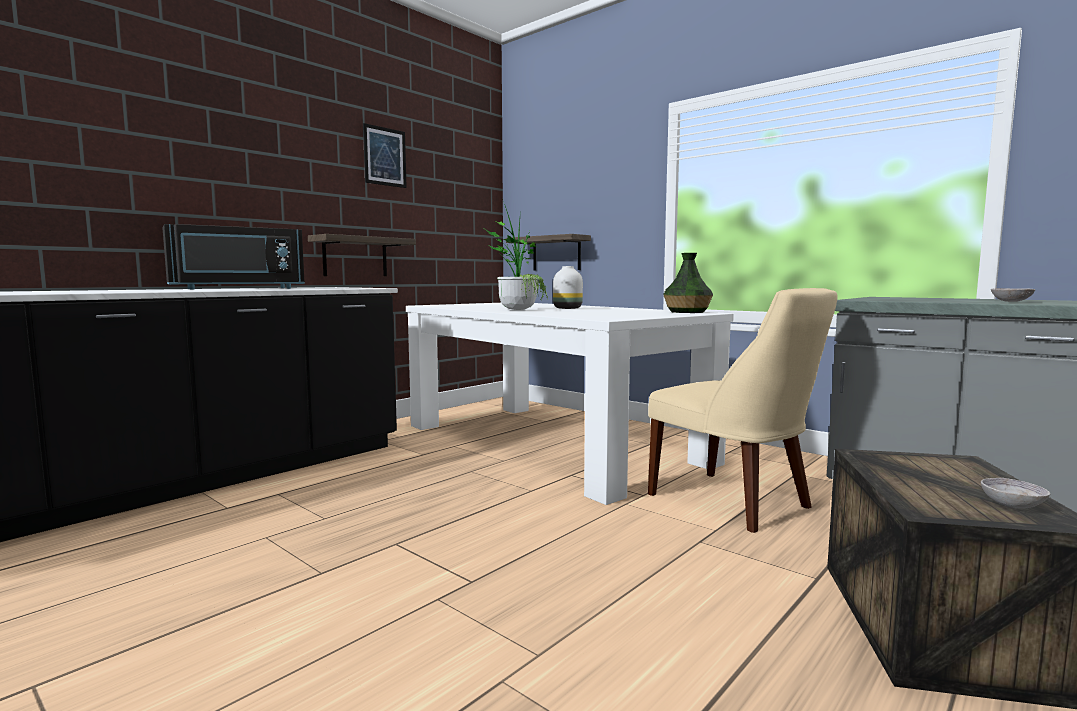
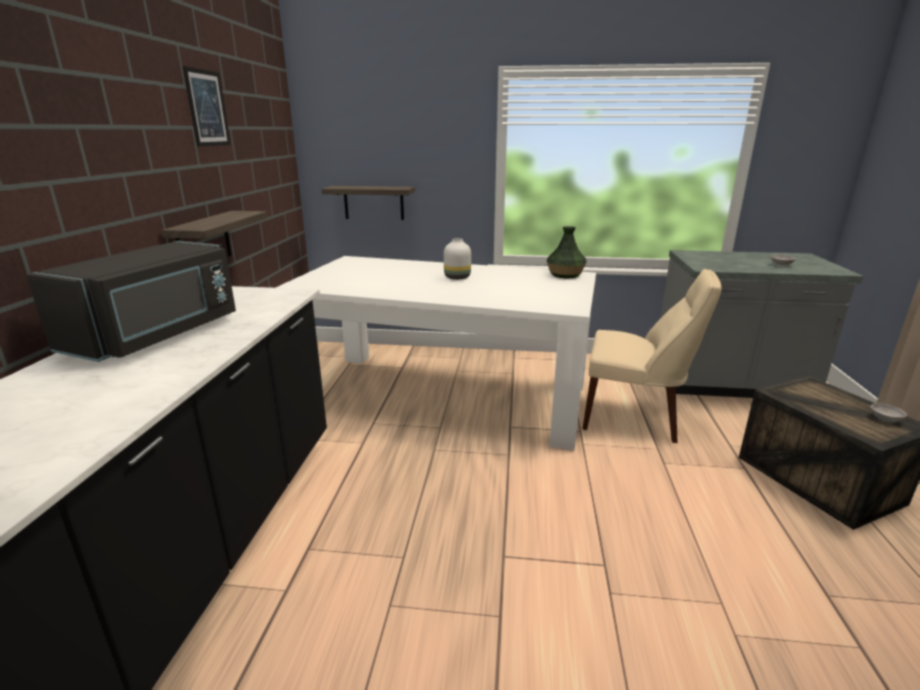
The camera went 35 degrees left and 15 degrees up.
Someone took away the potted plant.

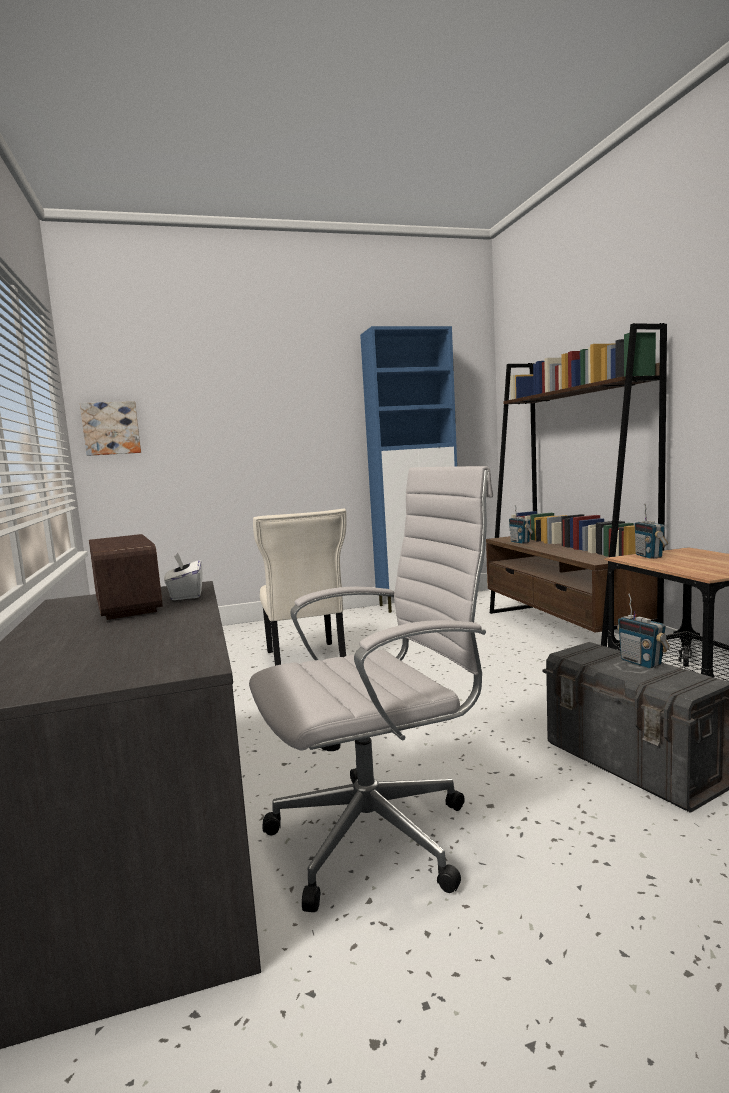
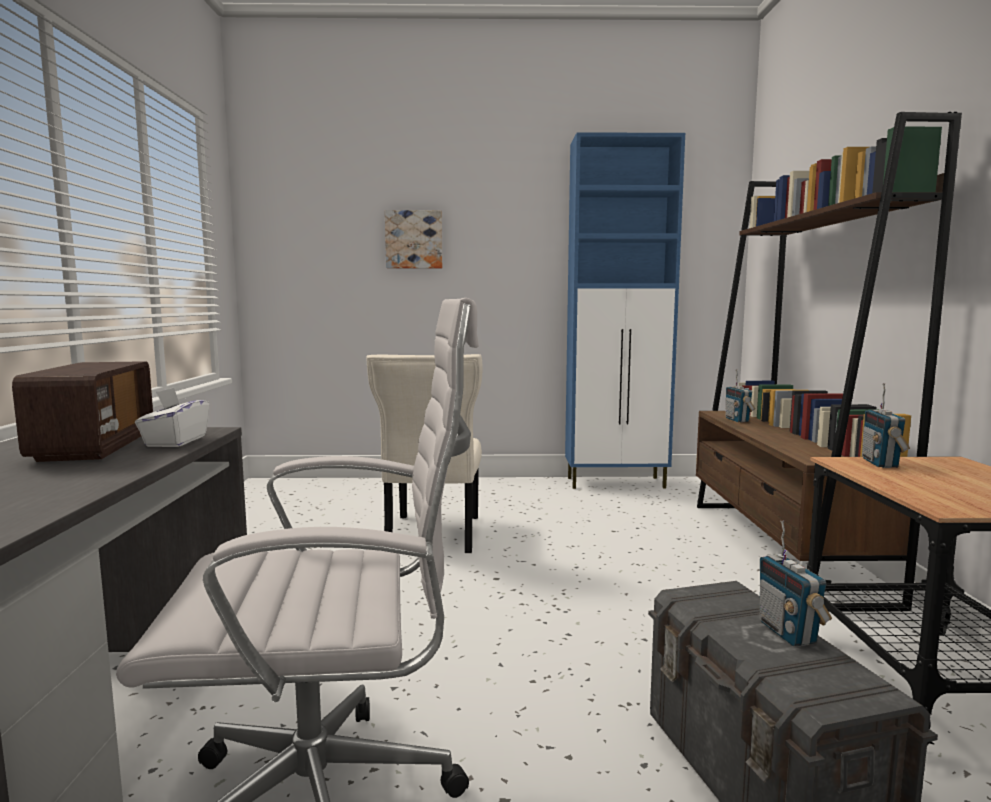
The camera went 15 degrees right and 0 degrees up.
Someone carried the picture.

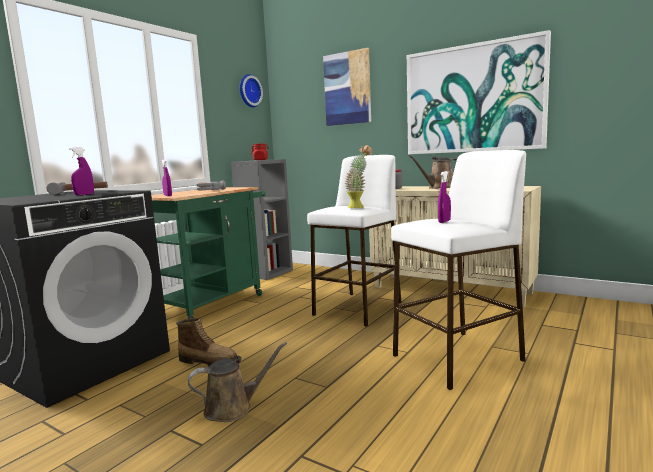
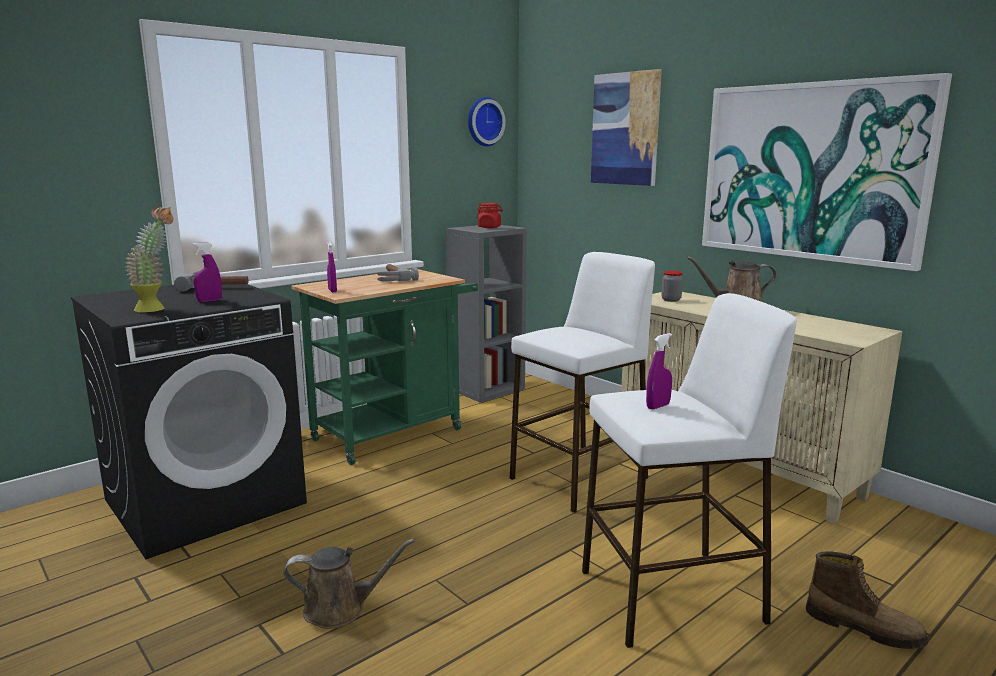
The camera went 15 degrees right and 5 degrees up.
Someone carried the boot.
Someone carried the potted plant.

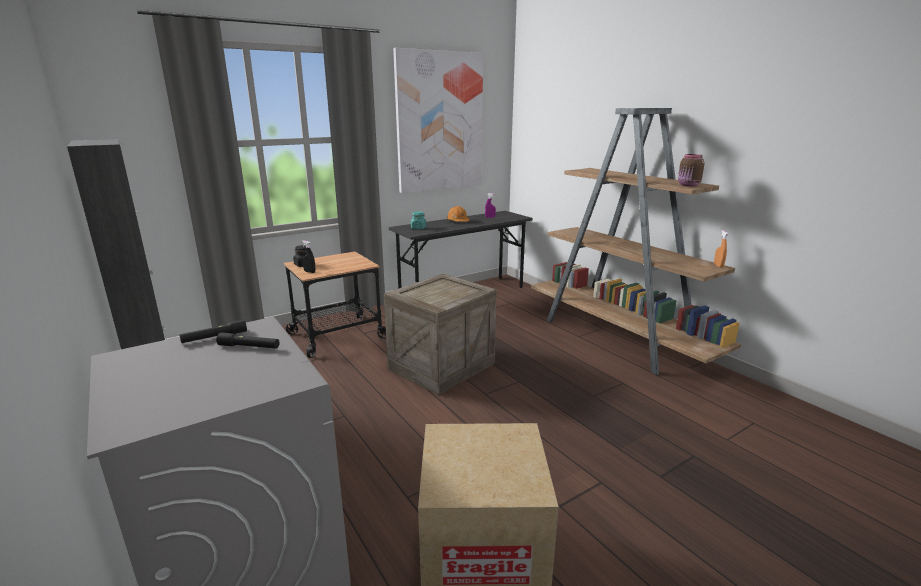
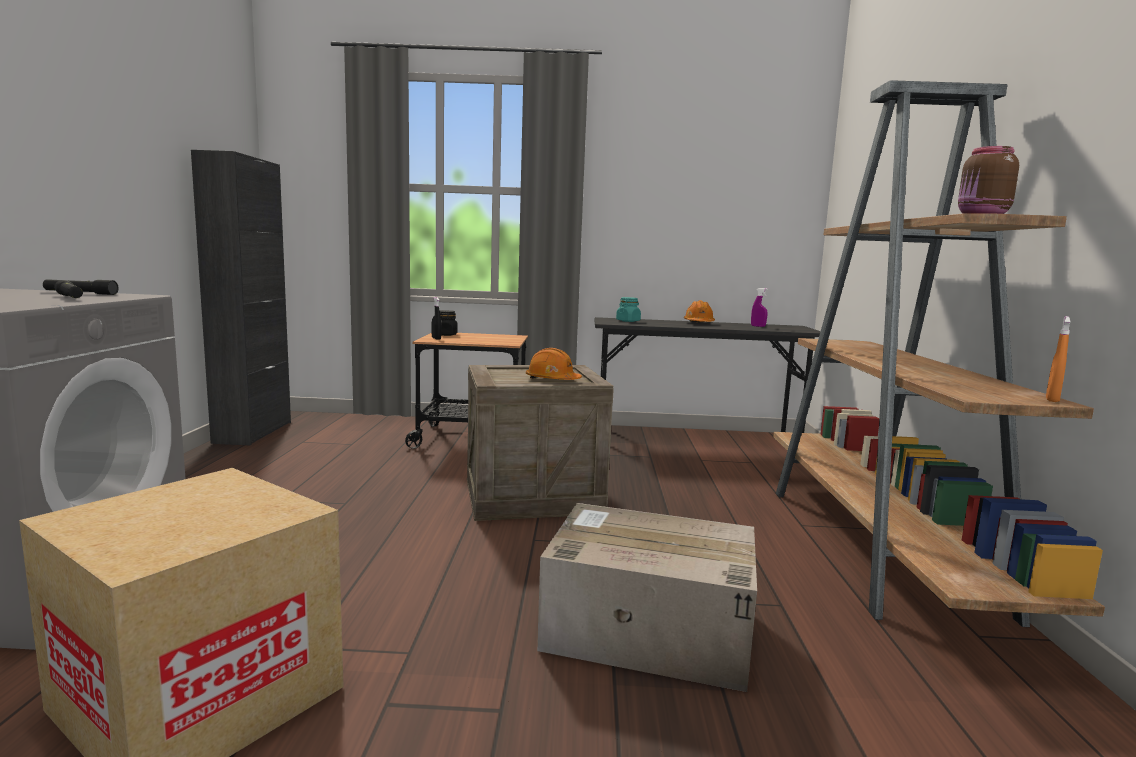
The camera went 35 degrees right and 10 degrees down.
Someone took away the picture.
Someone put down the hard hat in orange (no. 1 from left).
Someone put down the cardboard box (no. 2 from left).

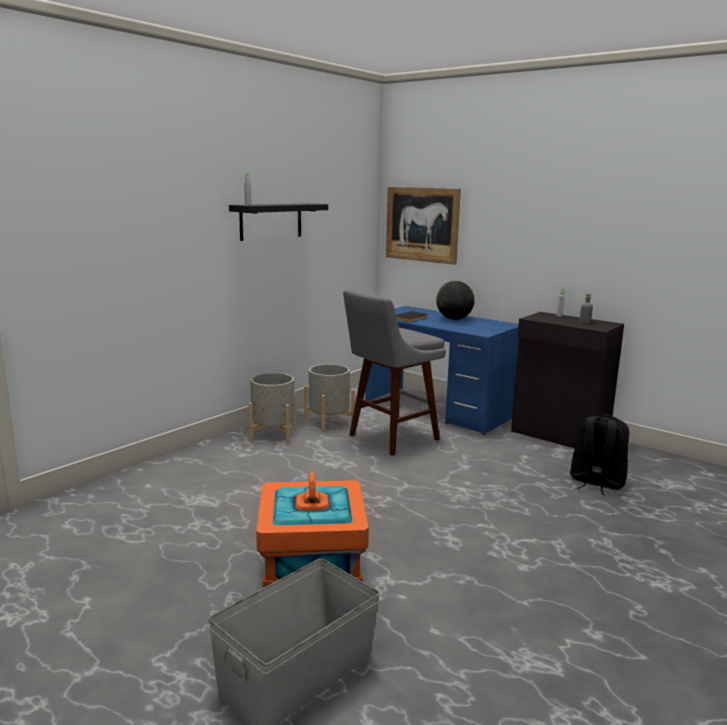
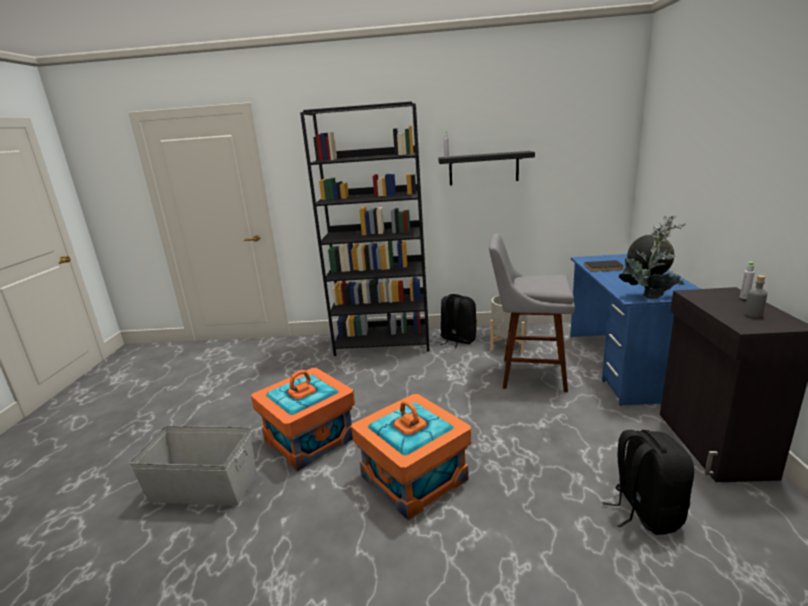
The camera went 55 degrees right and 5 degrees up.
Someone swapped the planter in grey (no. 1 from left) for the backpack in black (no. 1 from left).
Someone took away the picture.
Someone put down the bookcase in black.
Someone put down the storage box in orange (no. 2 from left).
Someone put down the potted plant.

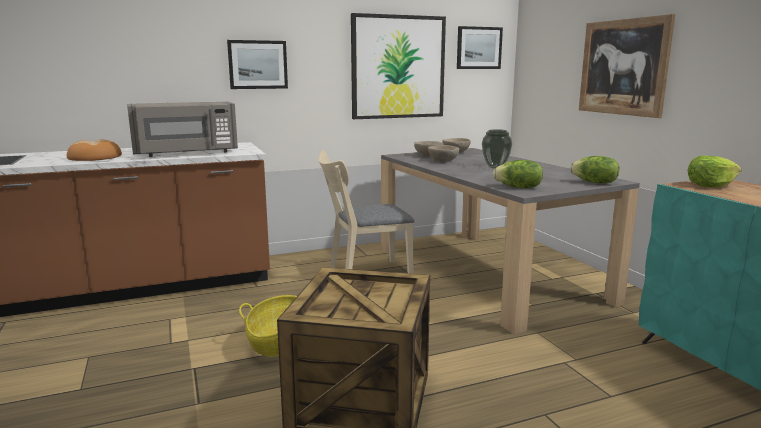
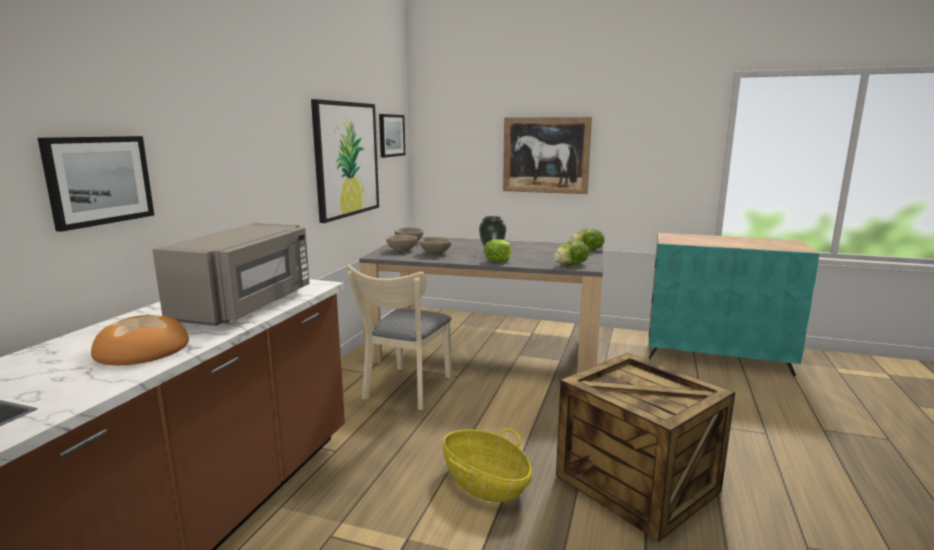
The camera went 50 degrees left and 0 degrees up.
Someone carried the picture (no. 1 from left).
Someone carried the lettuce (no. 3 from left in the first image).

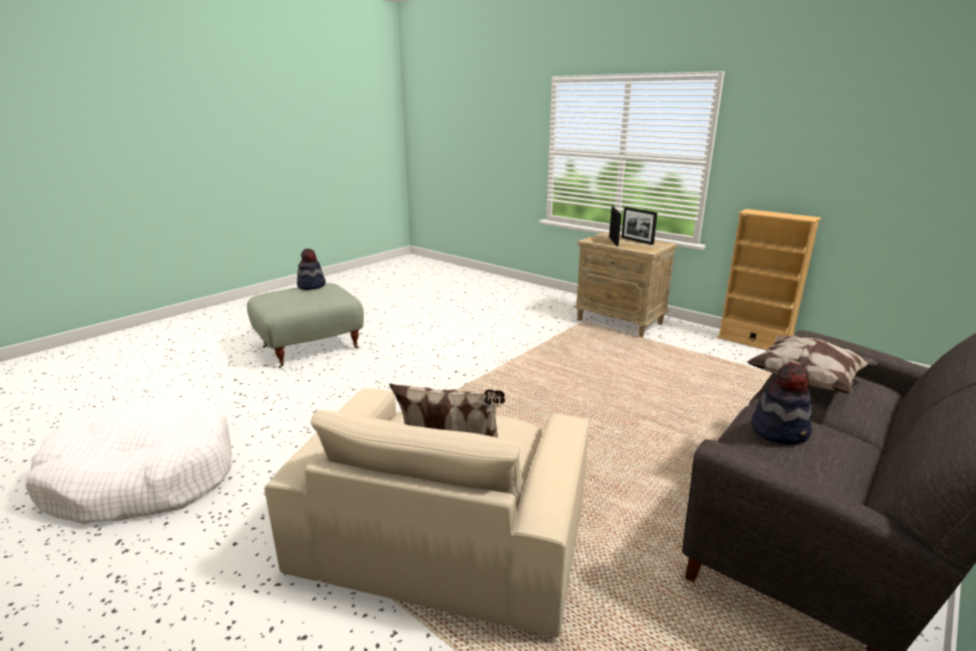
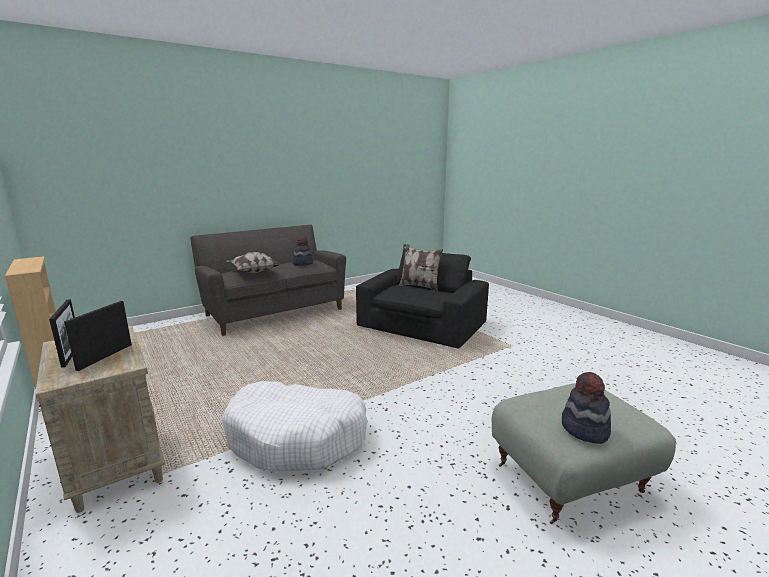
The camera went 165 degrees left and 5 degrees down.
Someone carried the dog bed in white.
Someone repainted the armchair in beige, which became the armchair in black.

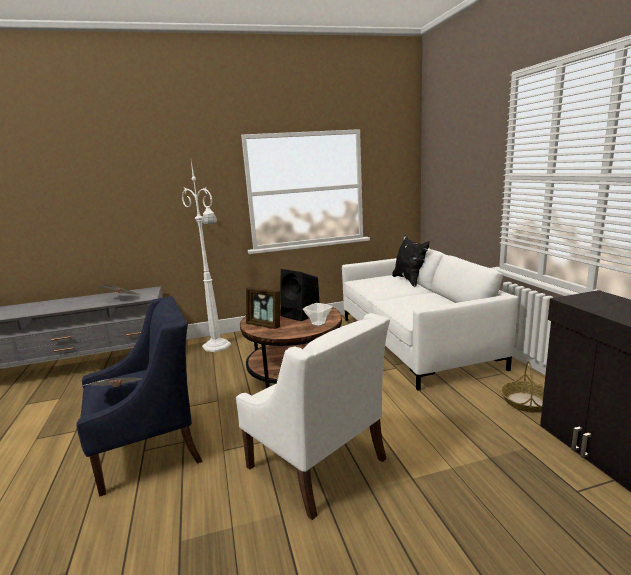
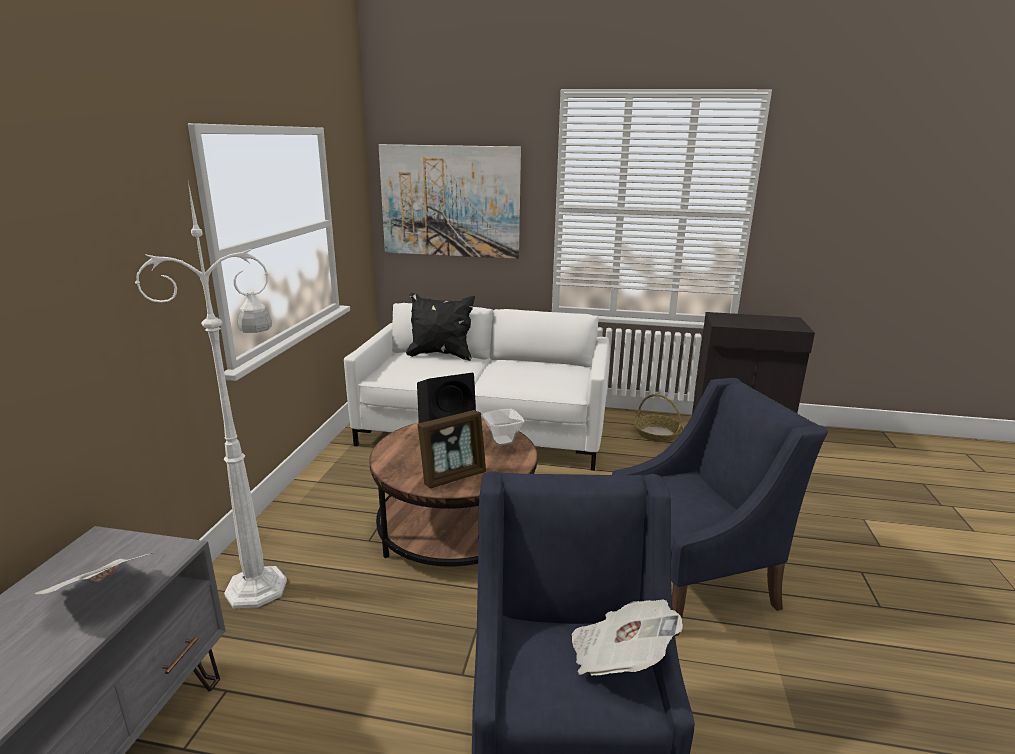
The camera went 65 degrees left and 5 degrees up.
Someone repainted the armchair in white, which became the armchair in blue (no. 2 from left).
Someone put up the picture.

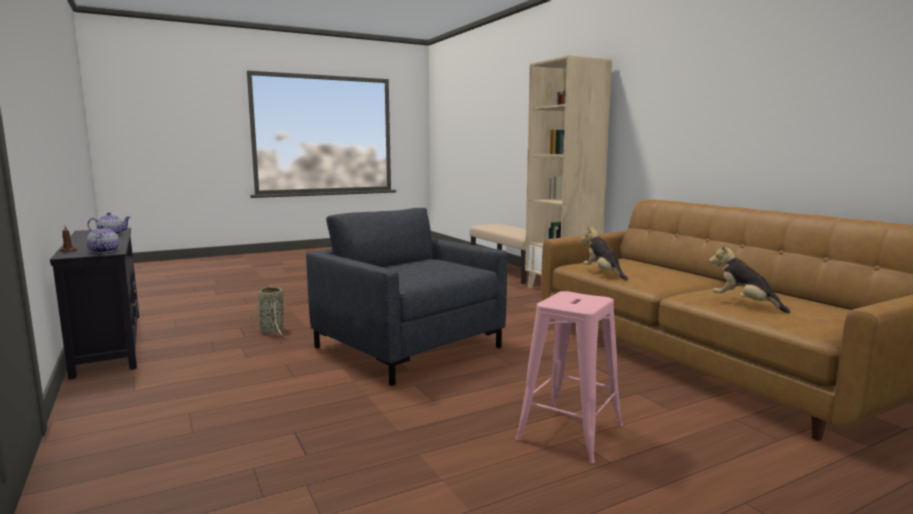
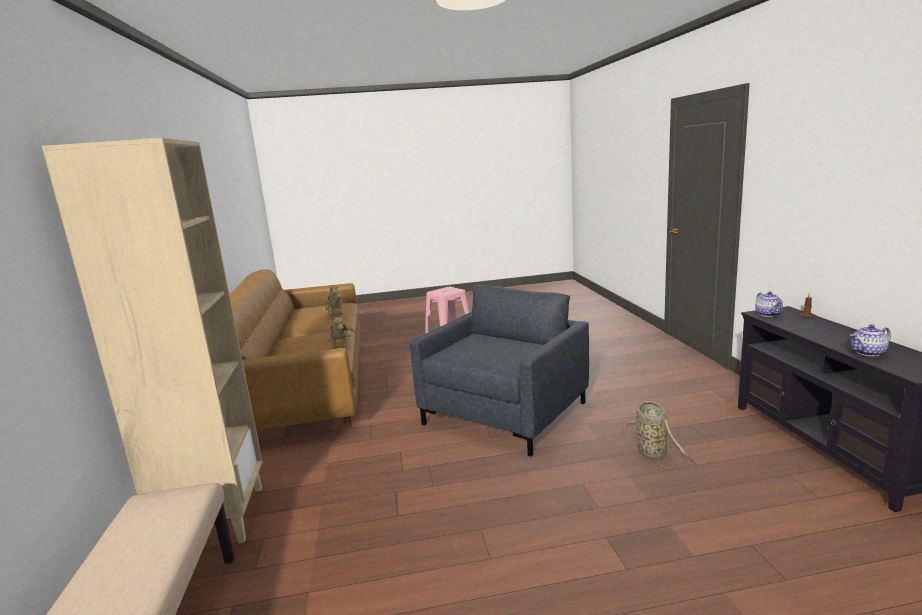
The camera went 160 degrees left and 5 degrees up.
Someone rotated the armchair in grey by 120 degrees counterclockwise.

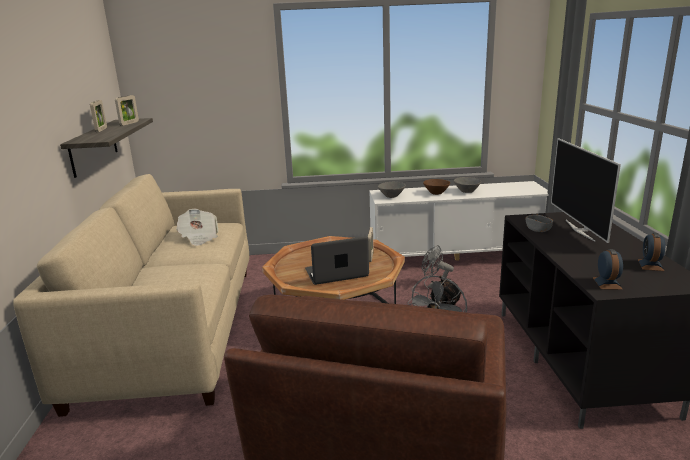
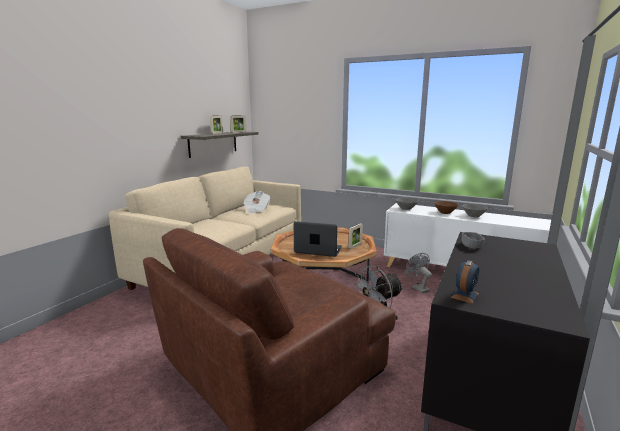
The camera went 30 degrees right and 5 degrees down.
Someone took away the television.
Someone took away the alarm clock (no. 2 from left).

